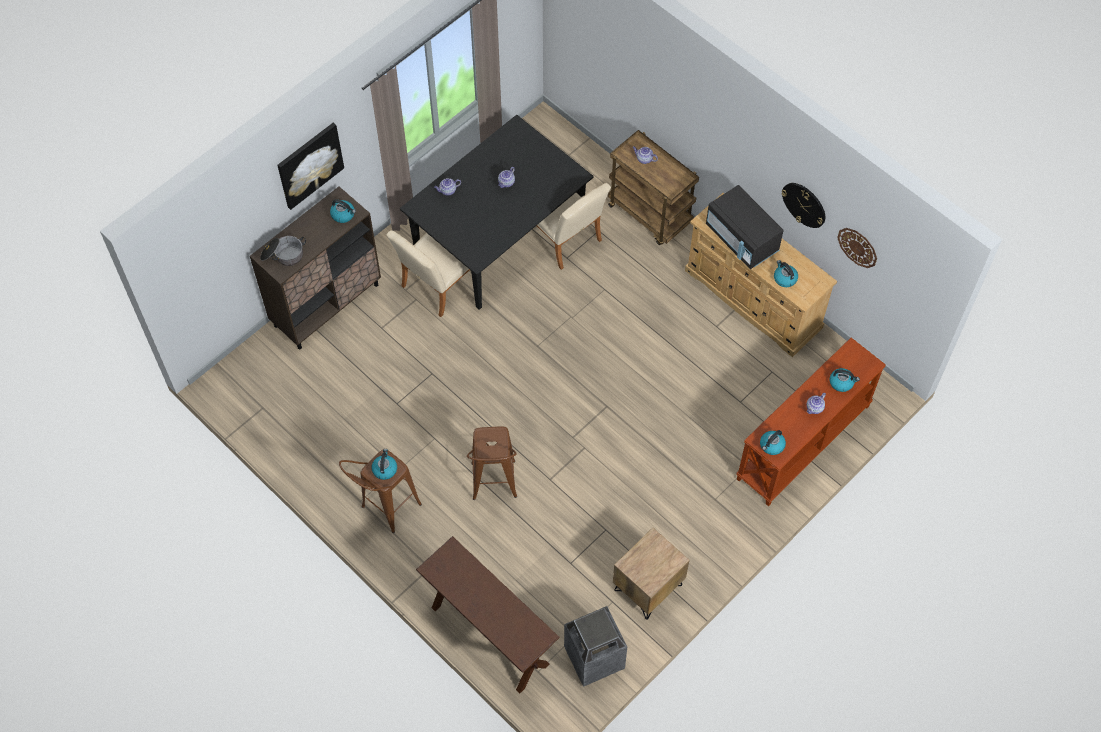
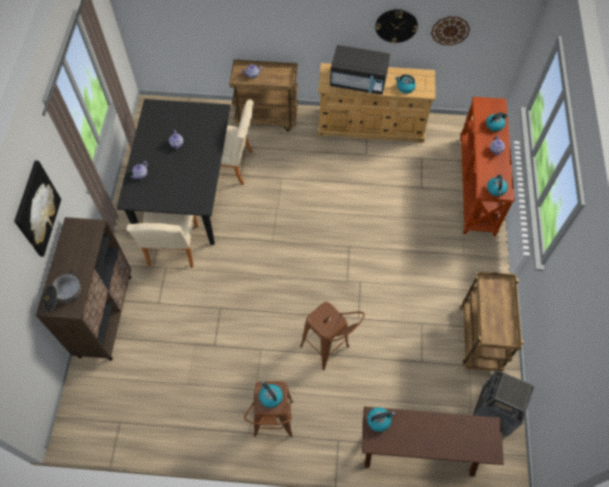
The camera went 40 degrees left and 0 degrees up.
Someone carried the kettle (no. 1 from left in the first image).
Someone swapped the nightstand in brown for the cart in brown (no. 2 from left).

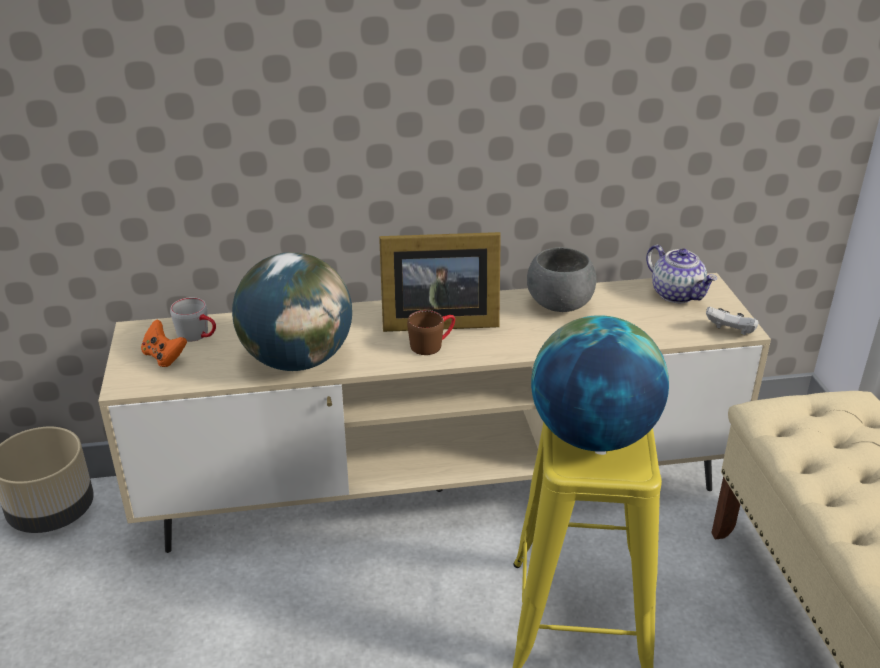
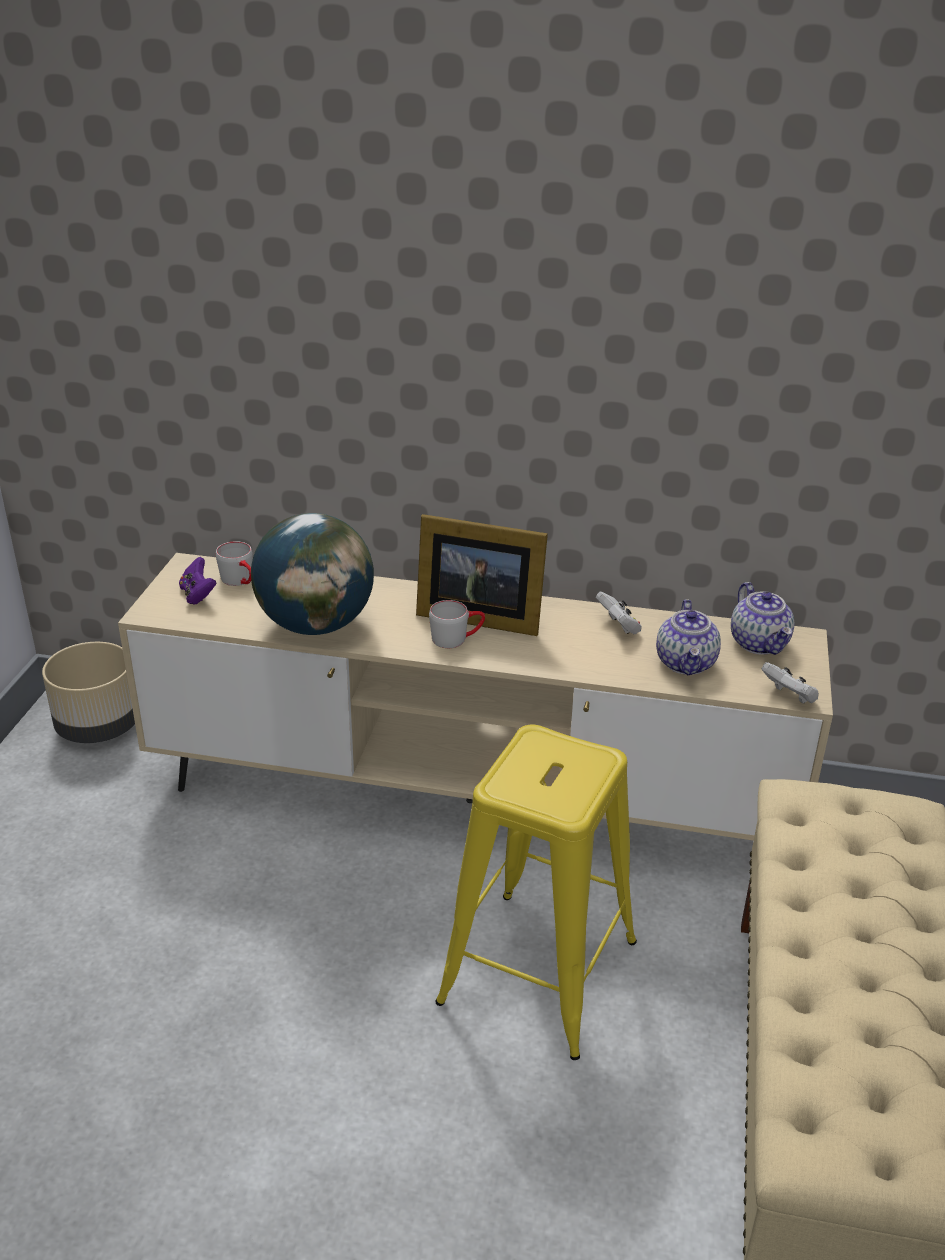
The camera went 20 degrees right and 0 degrees up.
Someone repainted the game controller in orange, which became the game controller in purple.
Someone repainted the mug in brown, which became the mug in grey (no. 2 from left).
Someone swapped the bowl in grey for the game controller in white (no. 1 from left).
Someone took away the globe (no. 2 from left).
Someone put down the teapot (no. 1 from left).

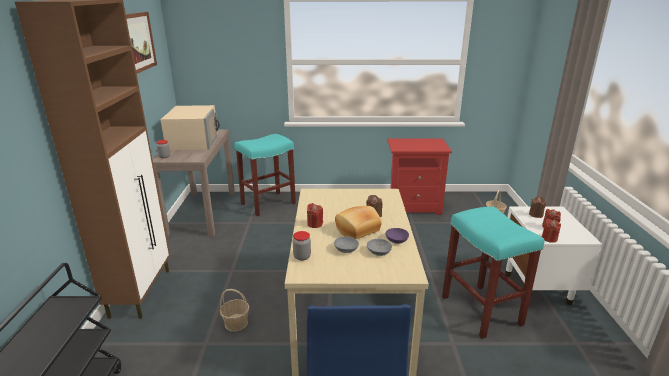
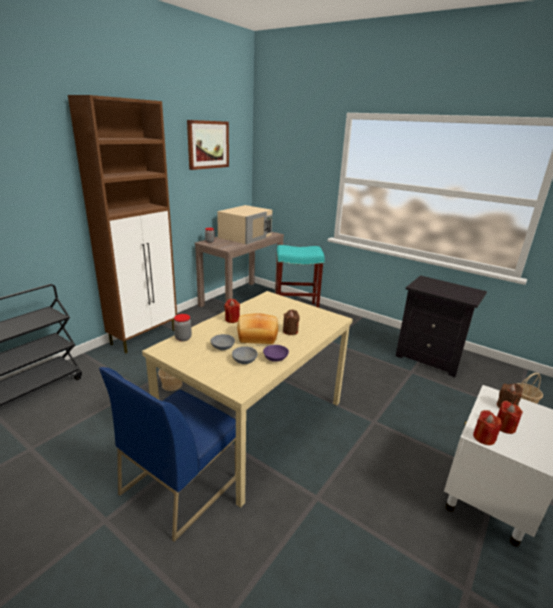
The camera went 35 degrees right and 0 degrees up.
Someone repainted the nightstand in red, which became the nightstand in black.
Someone took away the stool in turquoise (no. 2 from left).

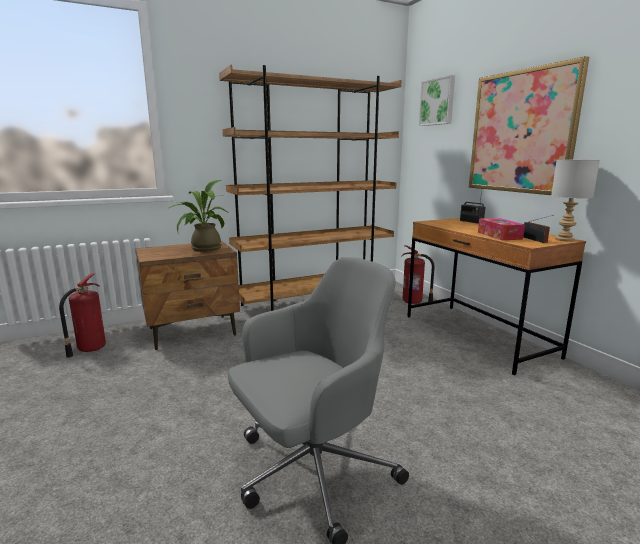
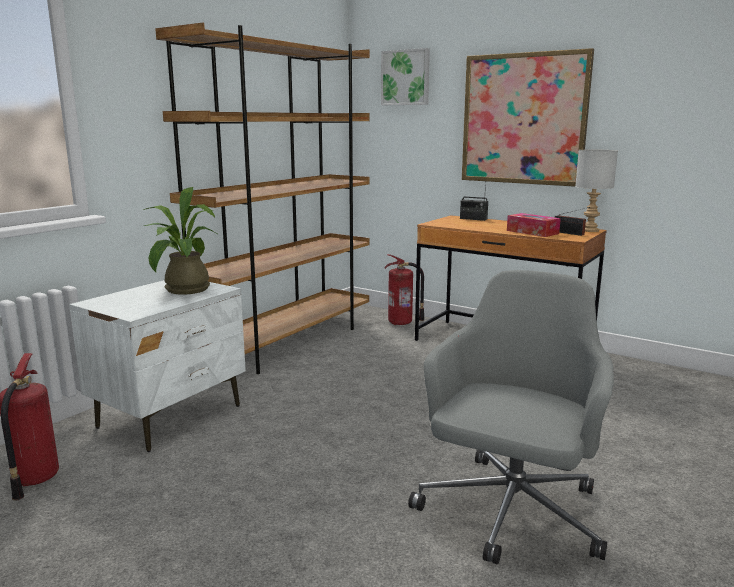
The camera went 30 degrees left and 0 degrees up.
Someone repainted the nightstand in brown, which became the nightstand in white.

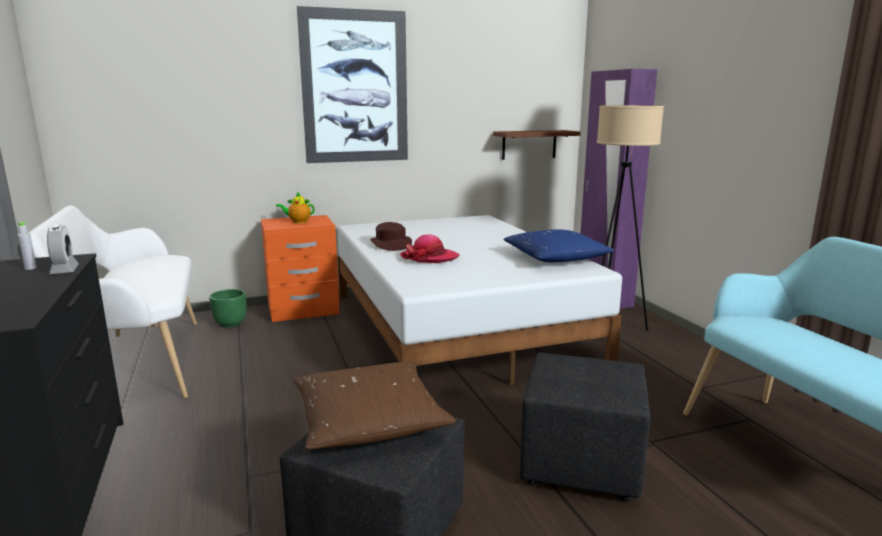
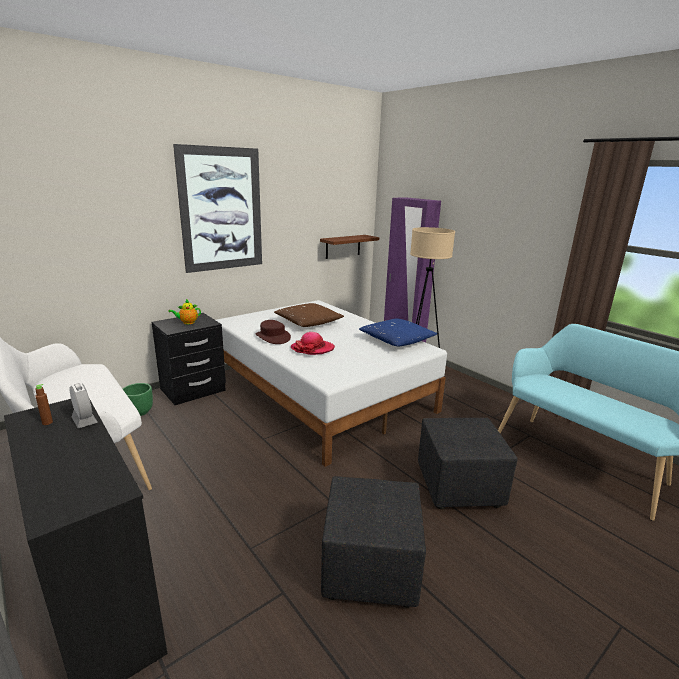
The camera went 20 degrees left and 5 degrees up.
Someone repainted the bottle in grey, which became the bottle in brown.
Someone repainted the nightstand in orange, which became the nightstand in black.
Someone carried the pillow in brown.

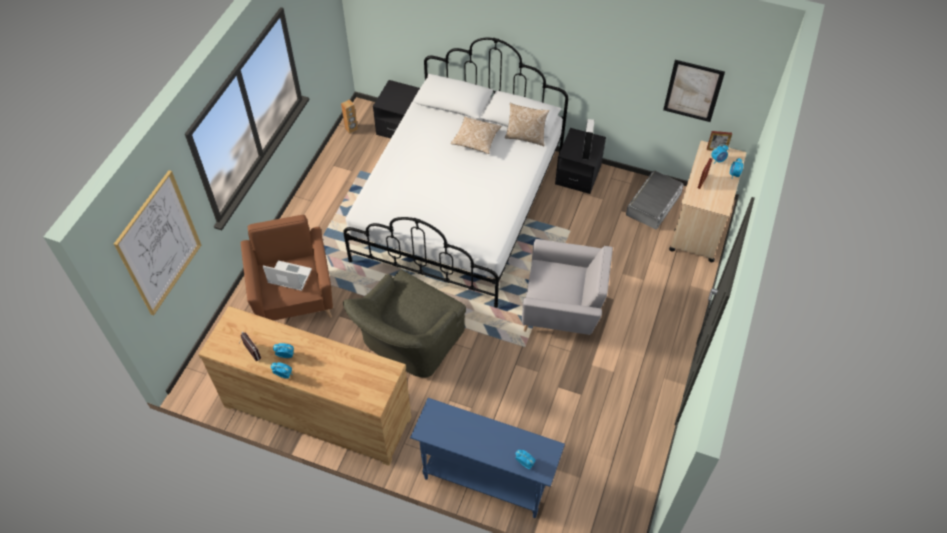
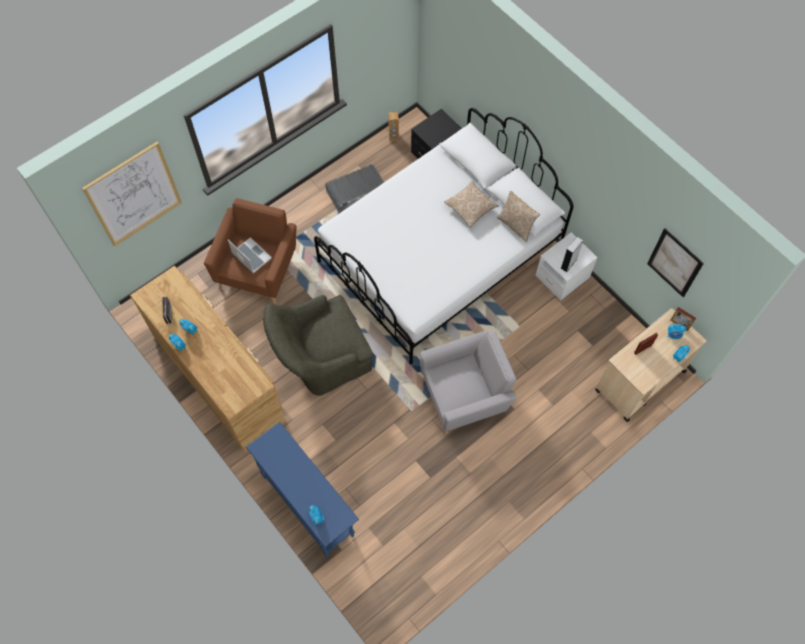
The camera went 30 degrees right and 10 degrees up.
Someone rotated the armchair in grey by 60 degrees counterclockwise.
Someone repainted the nightstand in black (no. 2 from left), which became the nightstand in white.
Someone carried the storage box in grey.

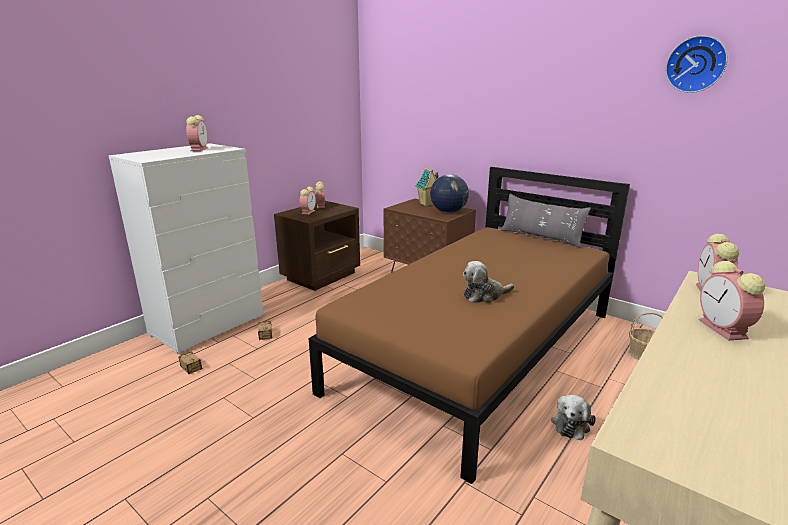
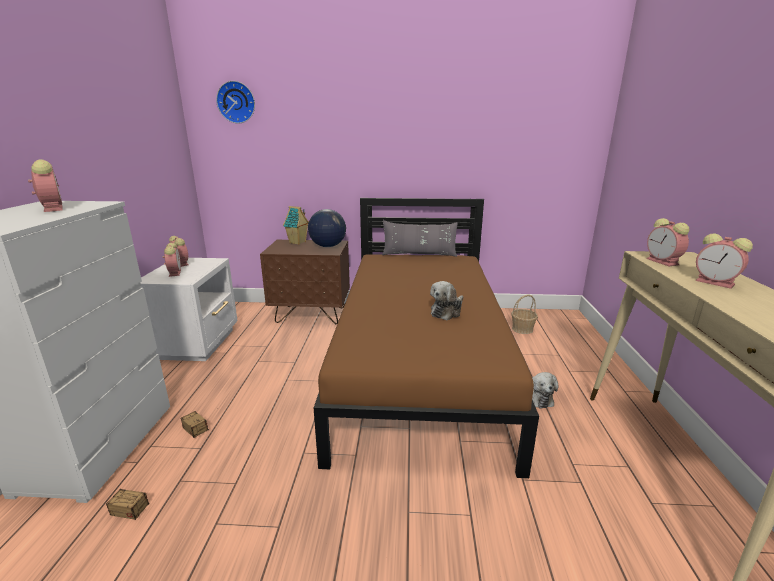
The camera went 35 degrees left and 0 degrees up.
Someone repainted the nightstand in brown (no. 1 from left), which became the nightstand in white.
Someone carried the wall clock.

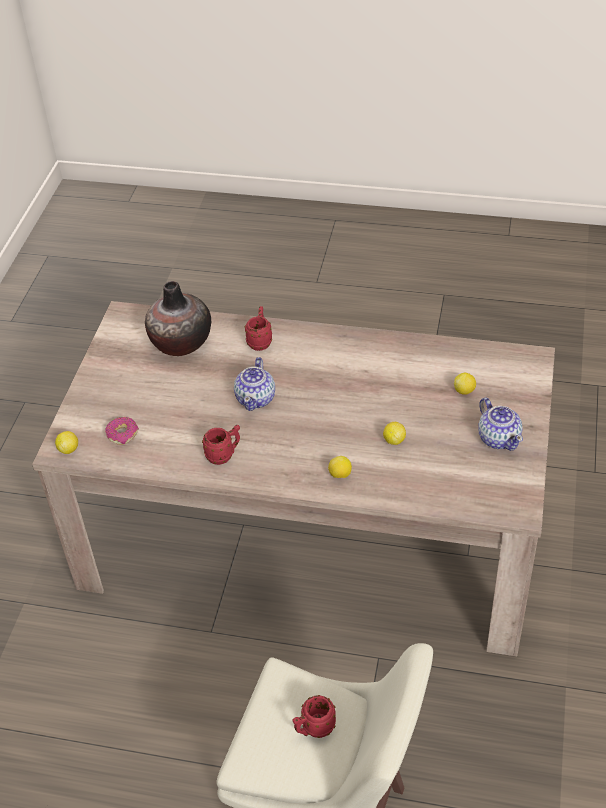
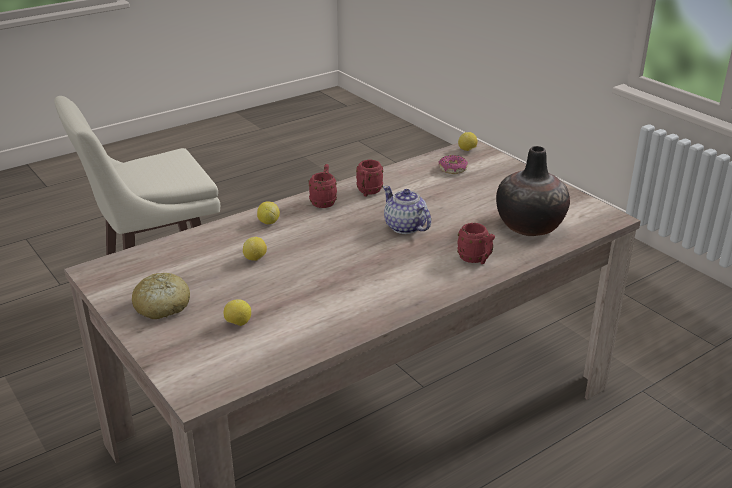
The camera went 130 degrees right and 15 degrees down.
Someone carried the mug in red (no. 3 from left in the first image).
Someone swapped the teapot (no. 2 from left) for the bread.

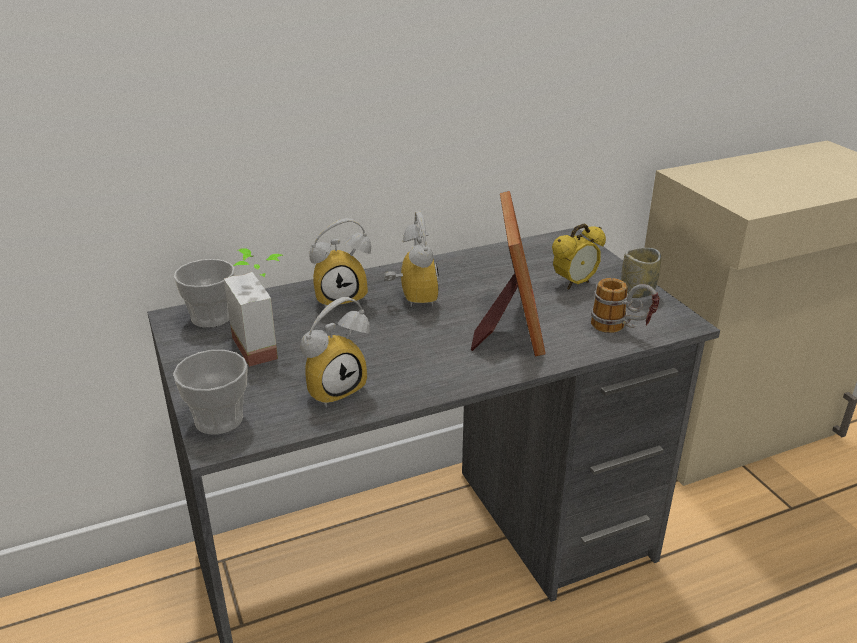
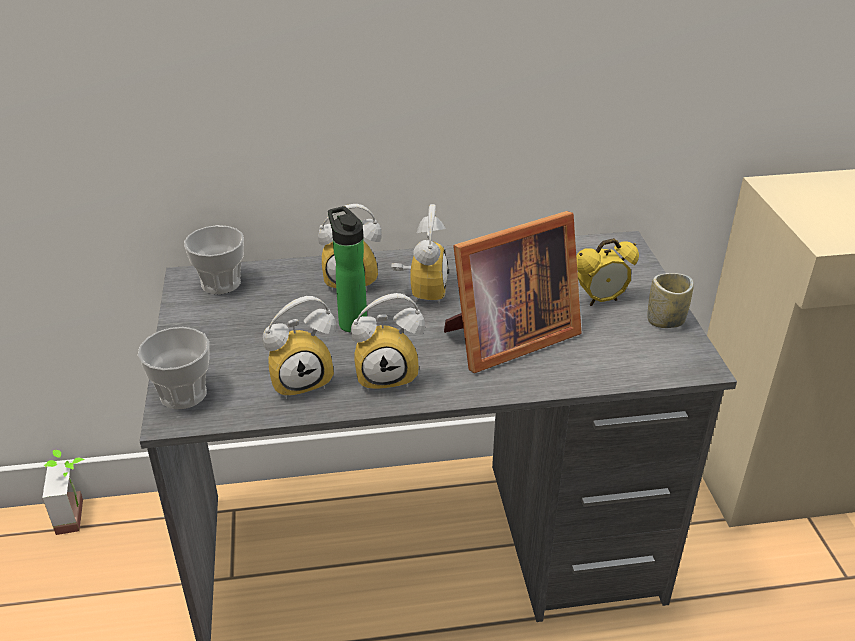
The camera went 15 degrees right and 5 degrees up.
Someone carried the potted plant.
Someone rotated the picture frame by 45 degrees clockwise.
Someone took away the mug.
Someone put down the bottle.
Someone put down the alarm clock (no. 3 from left).

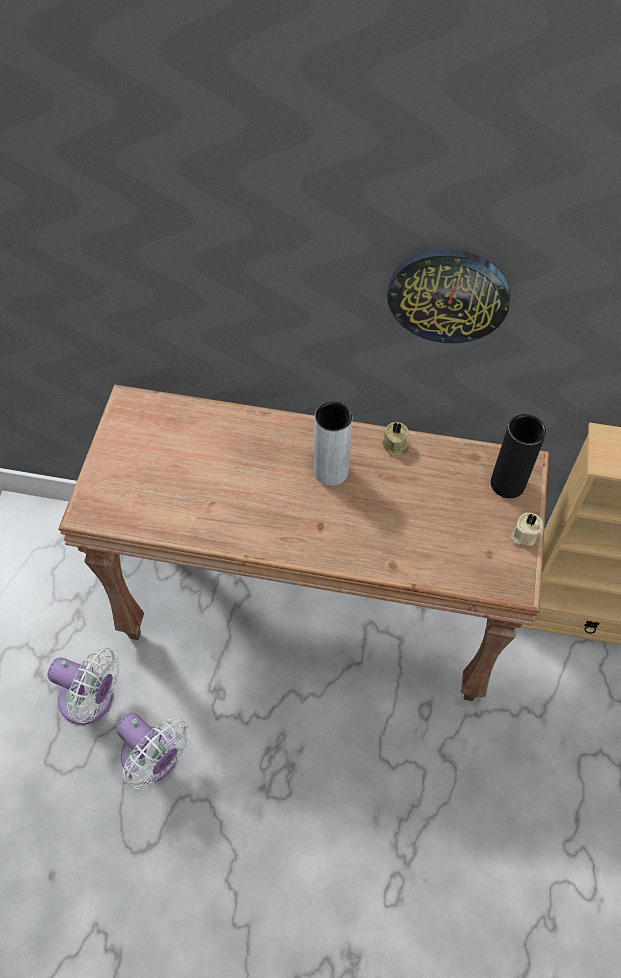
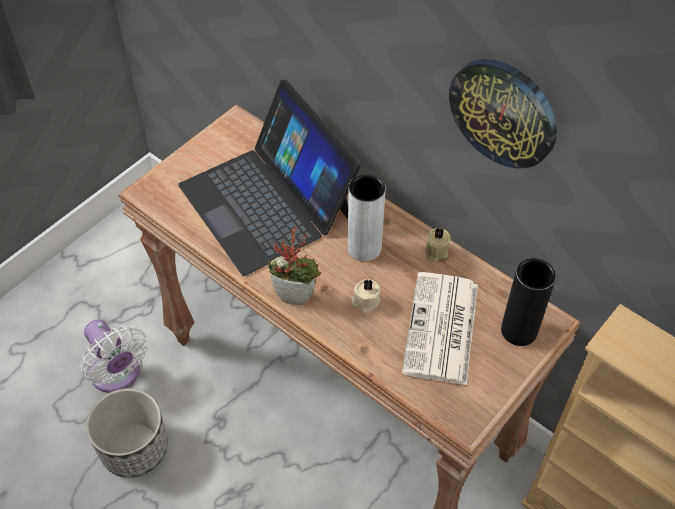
The camera went 30 degrees right and 5 degrees down.
Someone swapped the fan in white (no. 2 from left) for the planter.
Someone carried the candle in beige (no. 2 from left in the first image).
Someone put down the laptop.
Someone put down the potted plant.
Someone put down the newspaper.

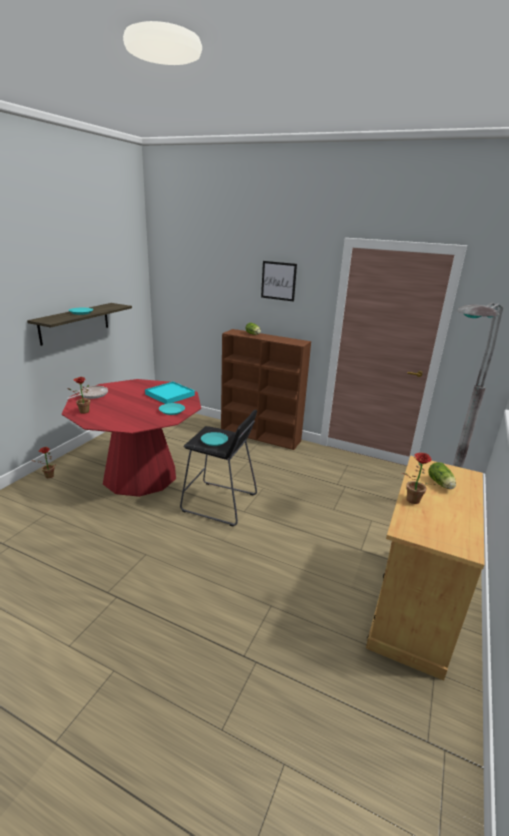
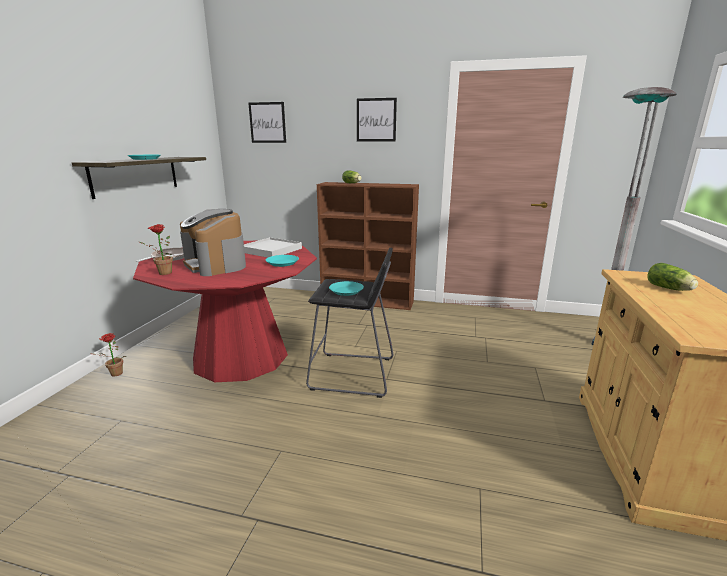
The camera went 10 degrees left and 5 degrees down.
Someone repainted the tray in turquoise, which became the tray in white.
Someone took away the potted plant (no. 3 from left).
Someone put down the coffee machine.
Someone put up the picture (no. 1 from left).

